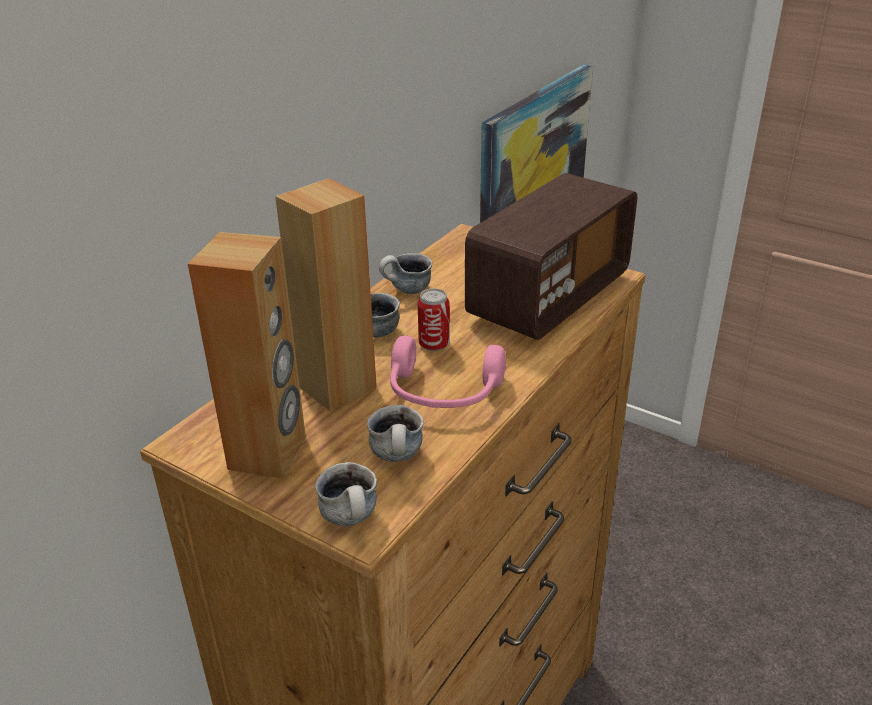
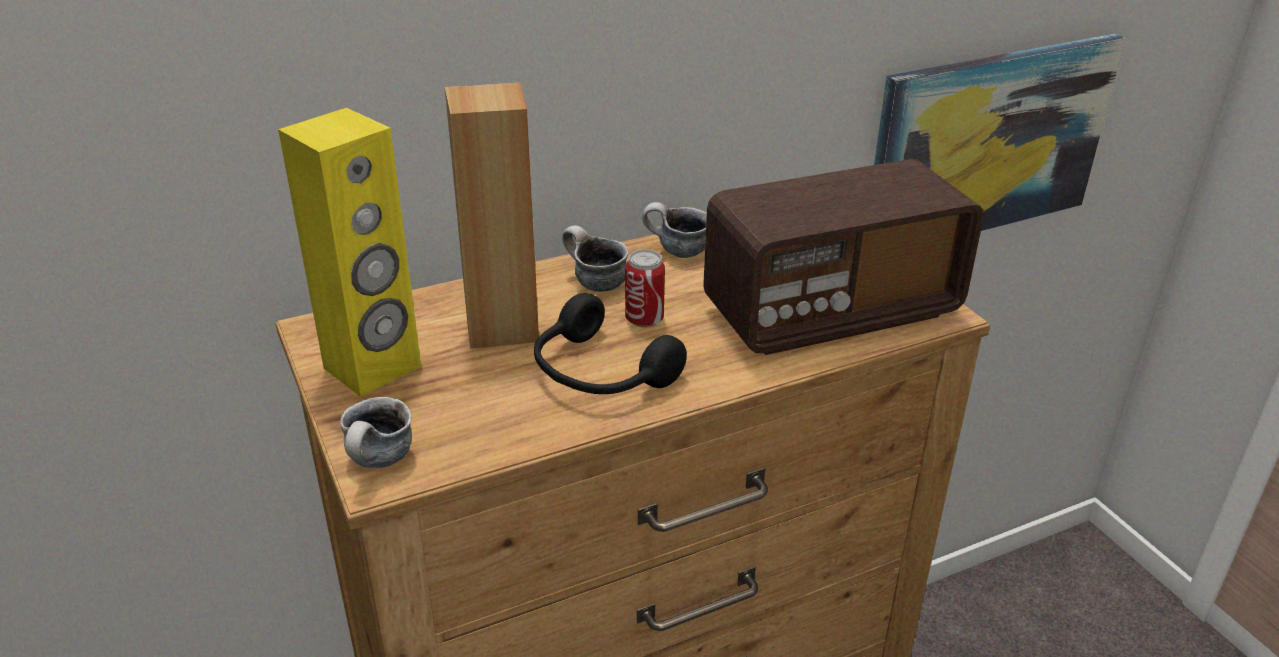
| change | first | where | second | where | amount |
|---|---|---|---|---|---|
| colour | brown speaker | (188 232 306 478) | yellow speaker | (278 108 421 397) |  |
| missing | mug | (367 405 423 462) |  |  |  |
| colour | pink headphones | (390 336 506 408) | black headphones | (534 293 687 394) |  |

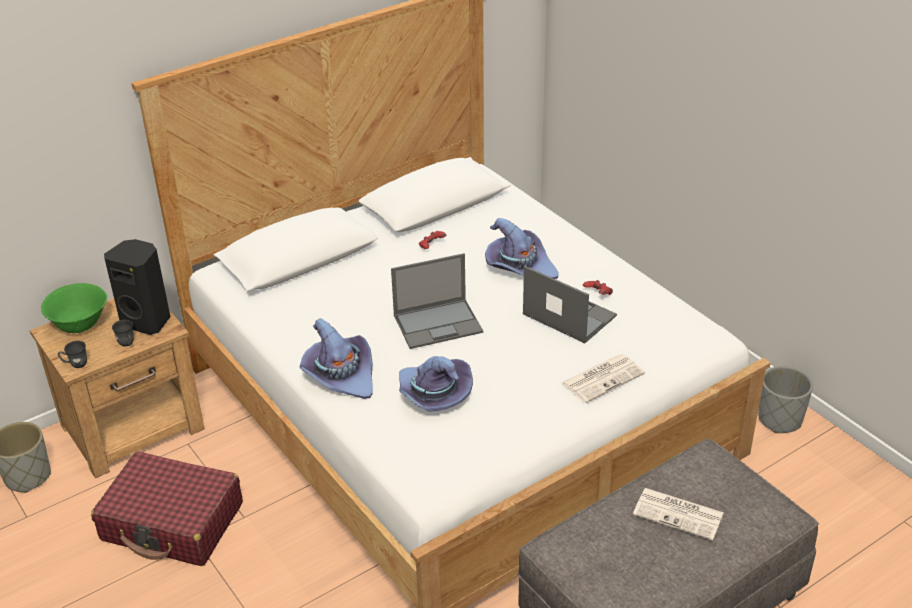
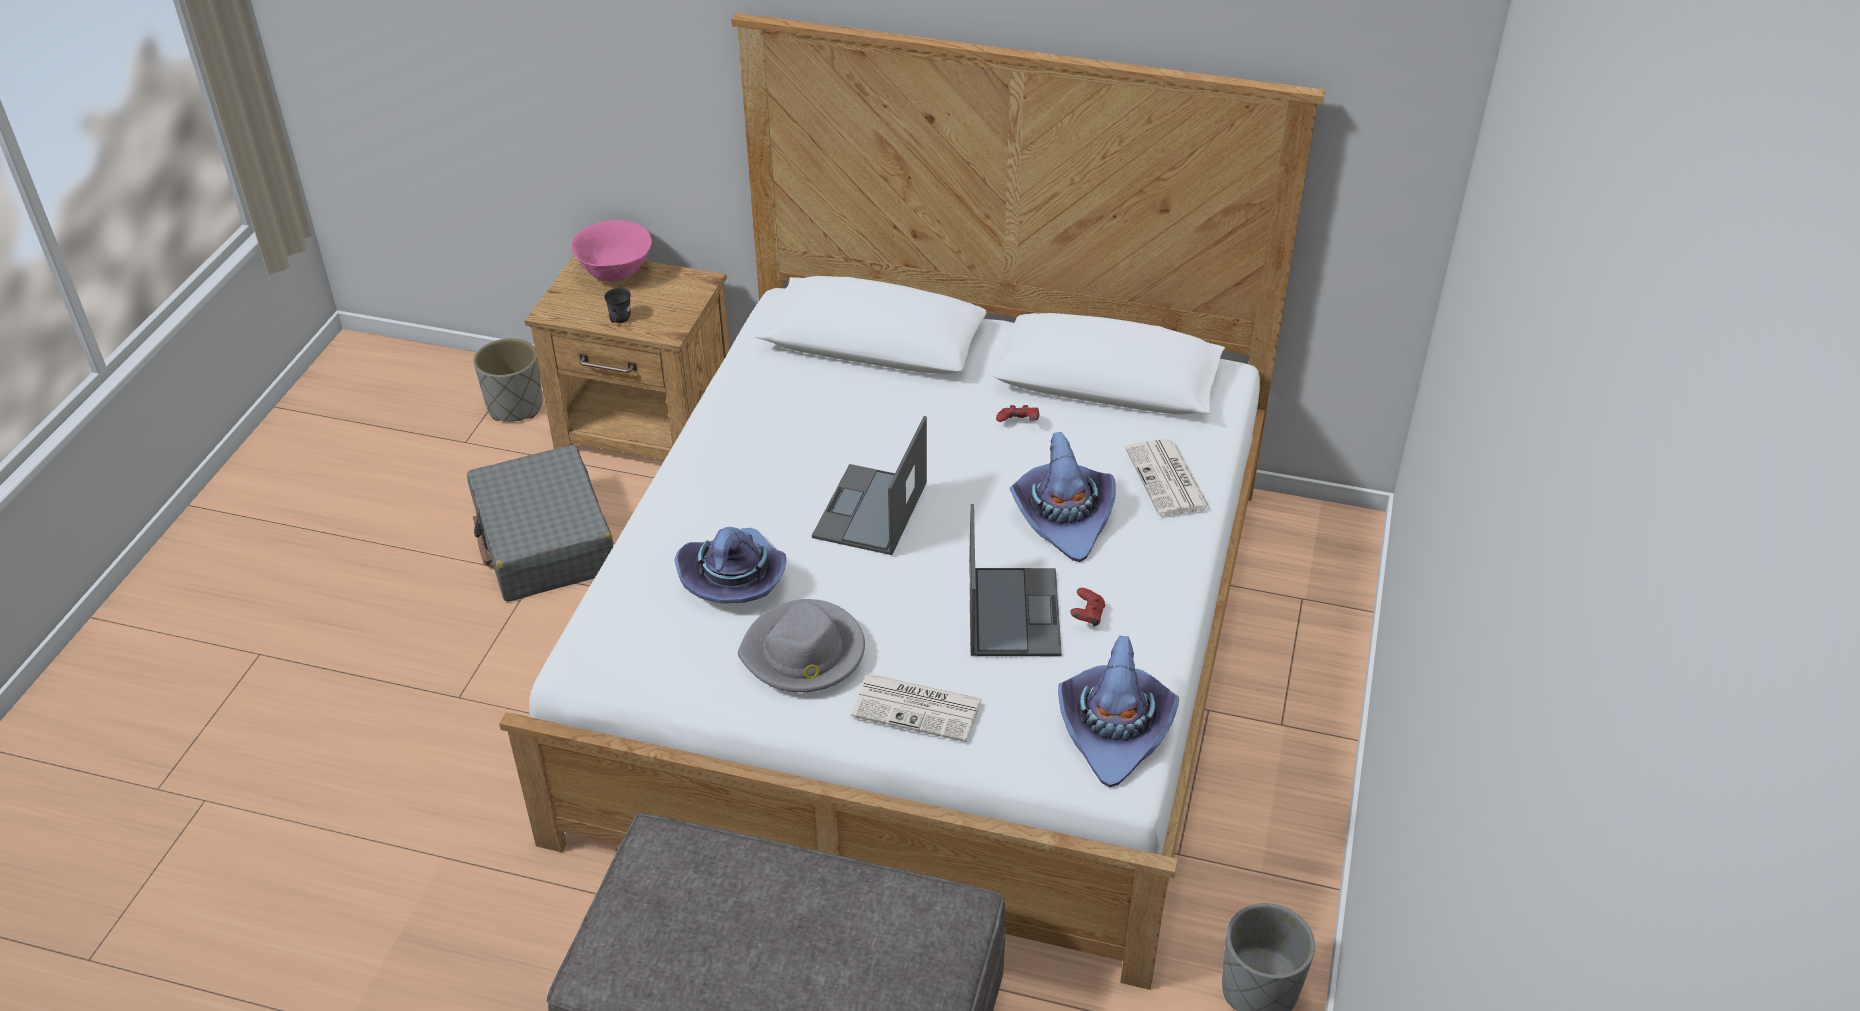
| change | first | where | second | where | amount |
|---|---|---|---|---|---|
| colour | green bowl | (41 283 107 333) | pink bowl | (571 220 652 282) |  |
| missing | grey mug | (58 341 87 368) |  |  |  |
| colour | red suitcase | (91 451 243 566) | grey suitcase | (467 445 614 602) |  |
| missing | black speaker | (104 239 171 335) |  |  |  |
| relocated | purple hat | (300 318 373 399) |  | (1058 636 1179 787) |  |
| spun | laptop | (391 253 483 349) |  | (812 416 927 555) | 75 degrees clockwise |
| relocated | newspaper | (633 488 724 540) |  | (1125 439 1211 516) |  |
| appeared |  |  | grey hat | (738 599 865 692) |  |

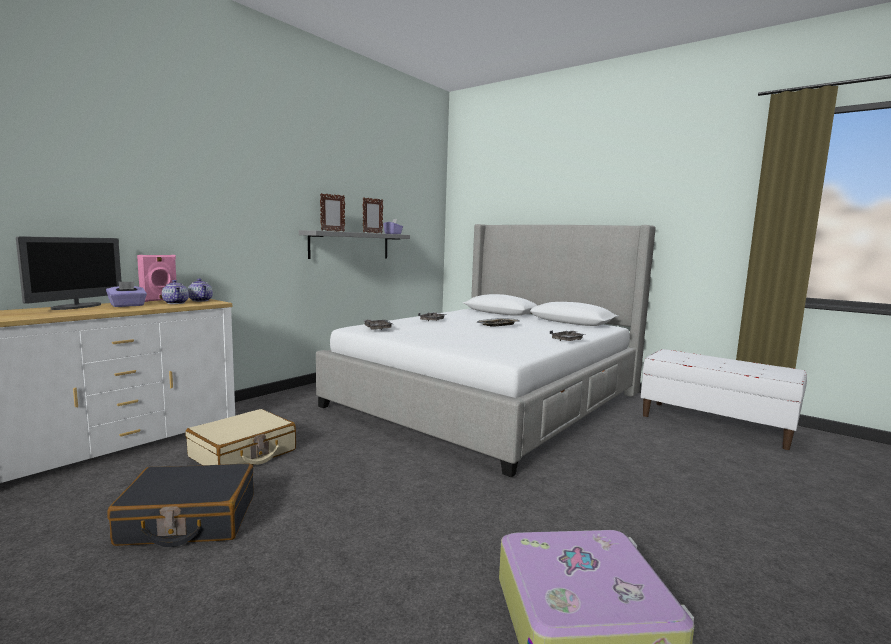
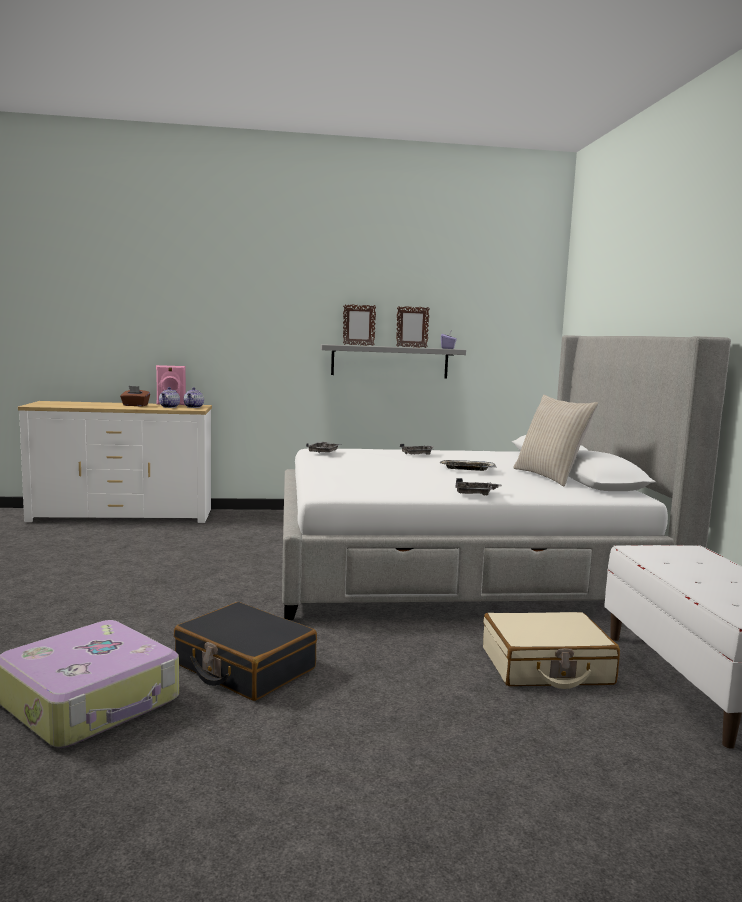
| change | first | where | second | where | amount |
|---|---|---|---|---|---|
| missing | monitor | (16 236 122 310) |  |  |  |
| colour | purple tissue box | (106 281 147 307) | brown tissue box | (120 386 150 406) |  |
| relocated | black suitcase | (107 463 254 547) |  | (174 602 317 701) |  |
| relocated | beige suitcase | (186 409 296 465) |  | (483 612 620 689) |  |
| appeared |  |  | beige pillow | (513 395 598 487) |  |

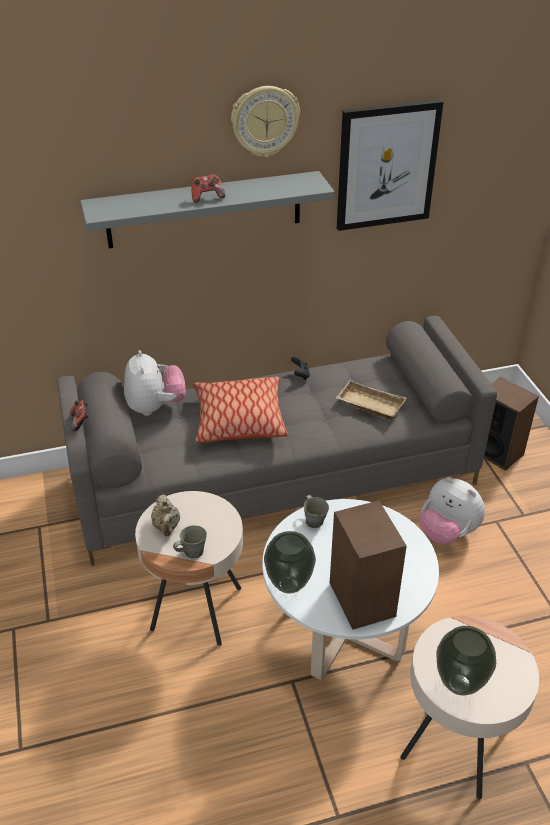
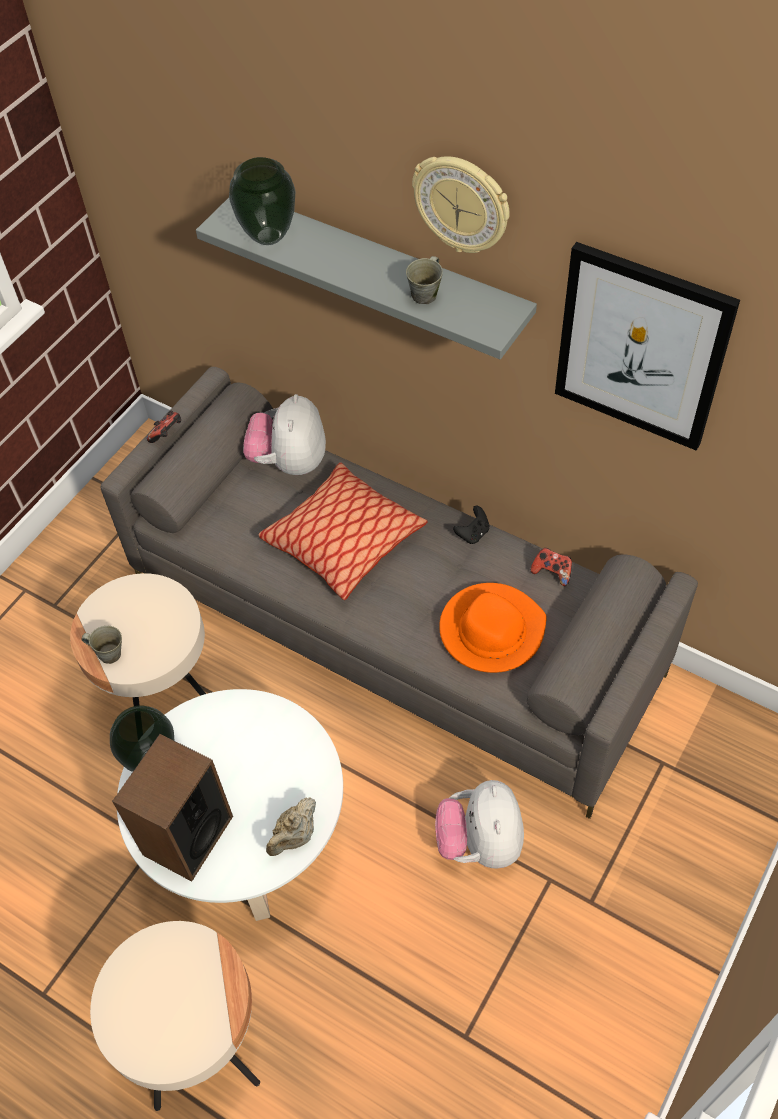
| change | first | where | second | where | amount |
|---|---|---|---|---|---|
| spun | plush toy | (124 350 186 416) |  | (243 394 326 475) | 150 degrees clockwise |
| relocated | beige teapot | (151 494 180 536) |  | (266 797 316 856) |  |
| relocated | game controller | (191 174 225 203) |  | (531 548 572 586) |  |
| relocated | grey mug | (304 495 329 528) |  | (406 256 443 304) |  |
| exchanged | beige tray | (336 380 406 420) | orange hat | (439 583 547 673) |  |
| relocated | vase | (437 626 496 695) |  | (229 157 295 245) |  |
| missing | speaker | (484 377 539 471) |  |  |  |

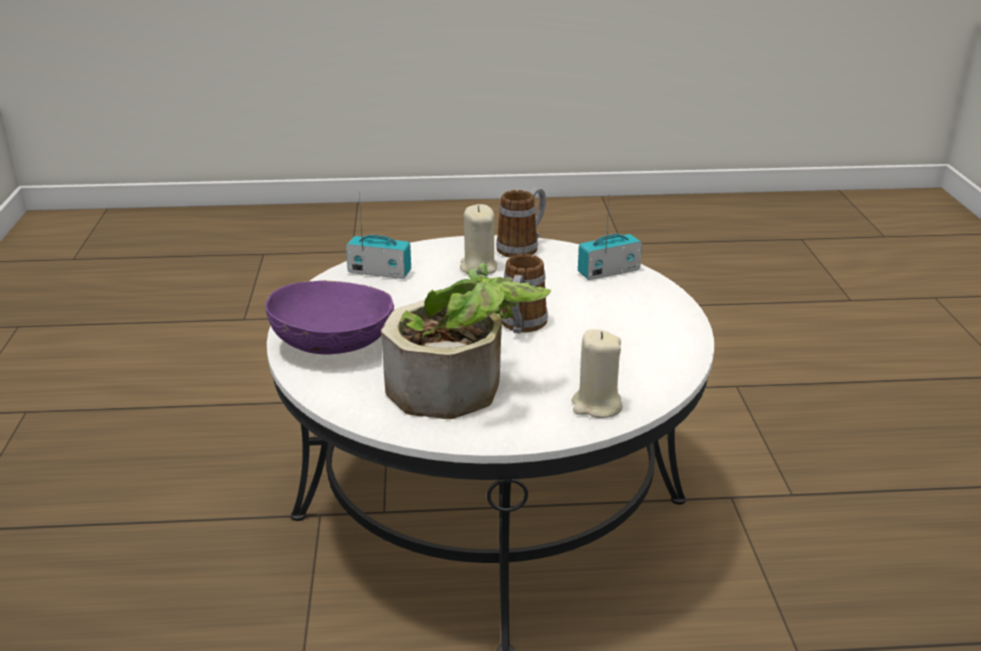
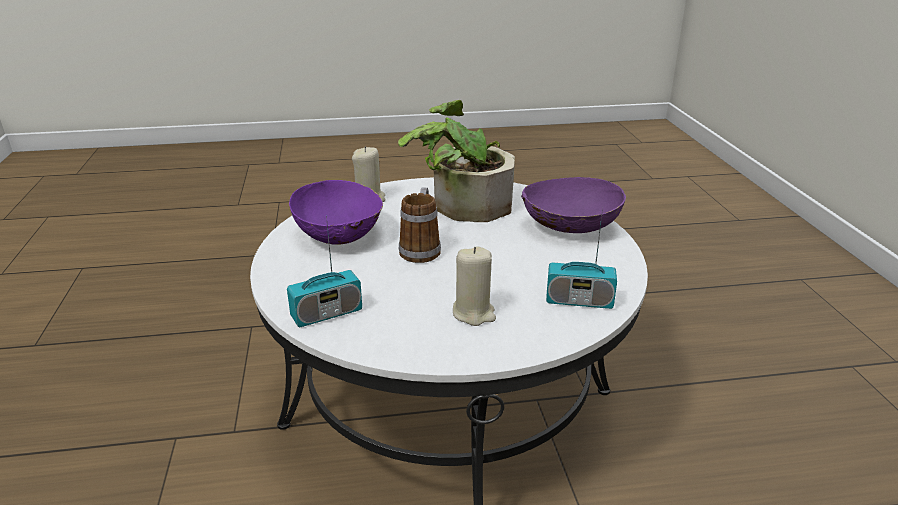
| change | first | where | second | where | amount |
|---|---|---|---|---|---|
| missing | mug | (496 188 546 258) |  |  |  |
| appeared |  |  | purple bowl | (289 180 383 245) |  |

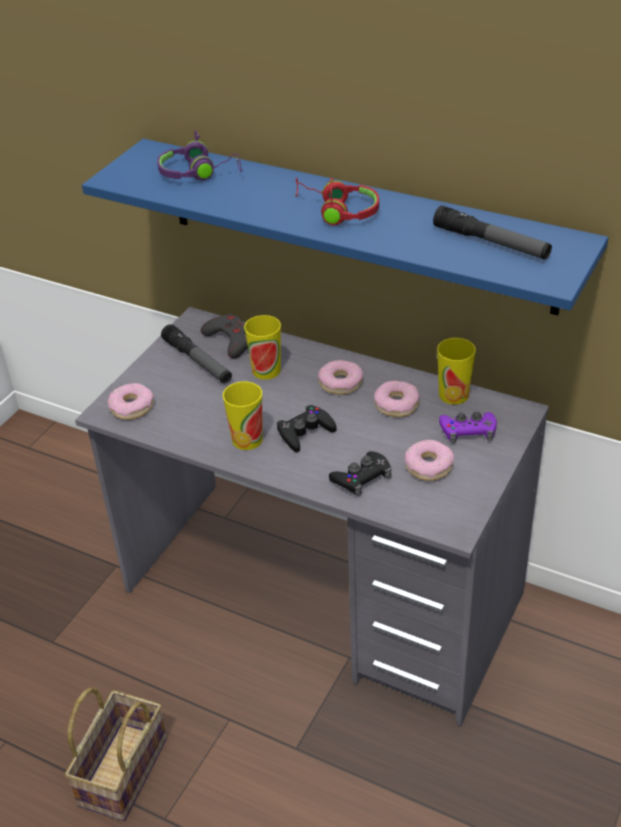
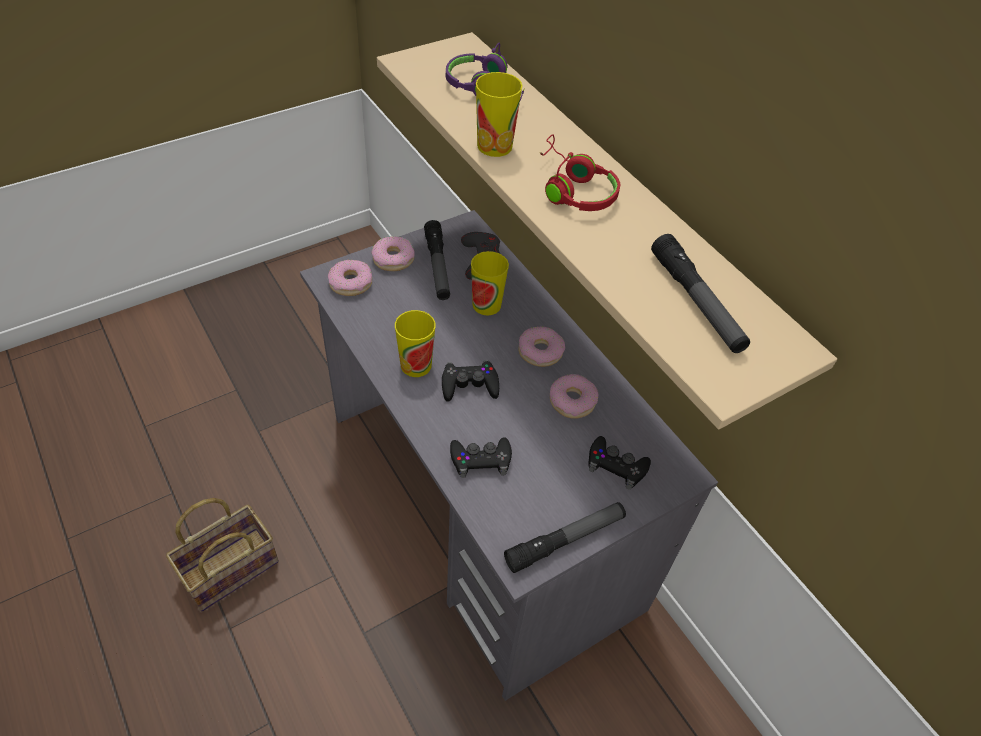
| change | first | where | second | where | amount |
|---|---|---|---|---|---|
| colour | blue shelf | (82 139 608 315) | beige shelf | (377 32 837 429) |  |
| relocated | donut | (405 440 454 481) |  | (371 236 414 271) |  |
| relocated | cup | (437 338 476 404) |  | (476 72 523 157) |  |
| colour | purple game controller | (439 412 497 444) | black game controller | (588 436 651 490) |  |
| appeared |  |  | flashlight | (504 502 626 573) |  |

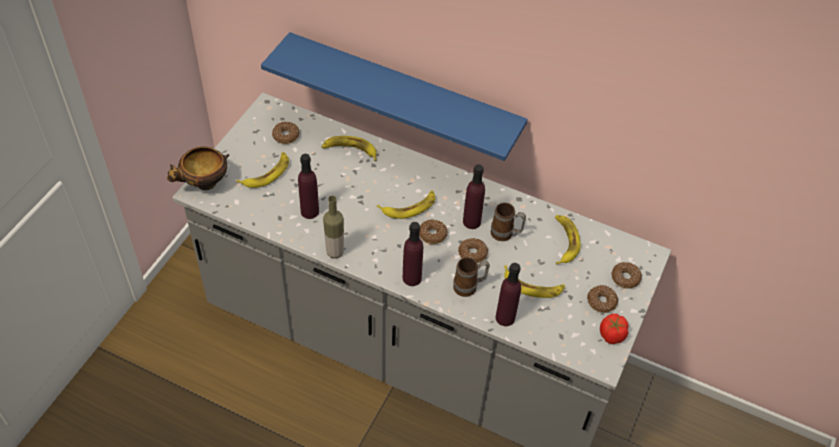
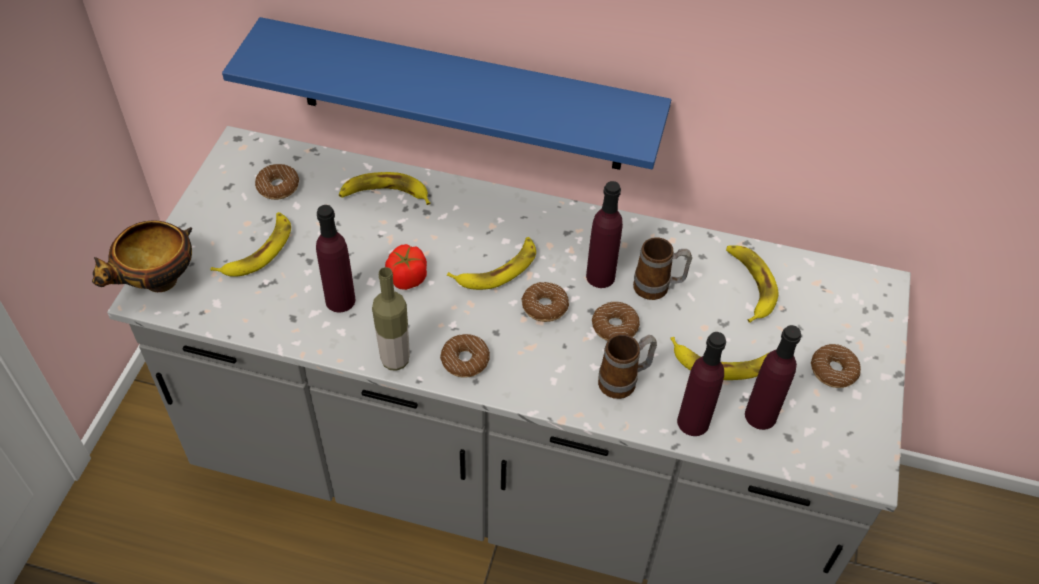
| change | first | where | second | where | amount |
|---|---|---|---|---|---|
| relocated | purple bottle | (403 222 423 286) |  | (745 325 801 430) |  |
| relocated | tomato | (600 314 629 344) |  | (385 244 427 290) |  |
| relocated | donut | (611 262 642 289) |  | (440 334 490 378) |  |

